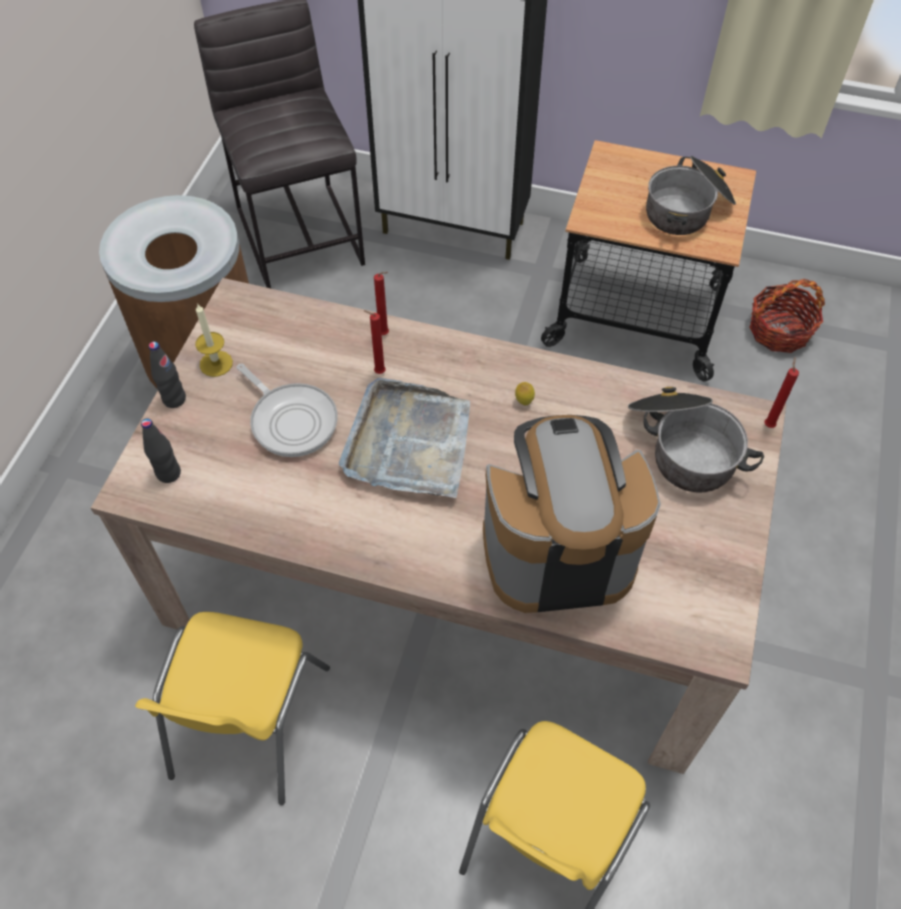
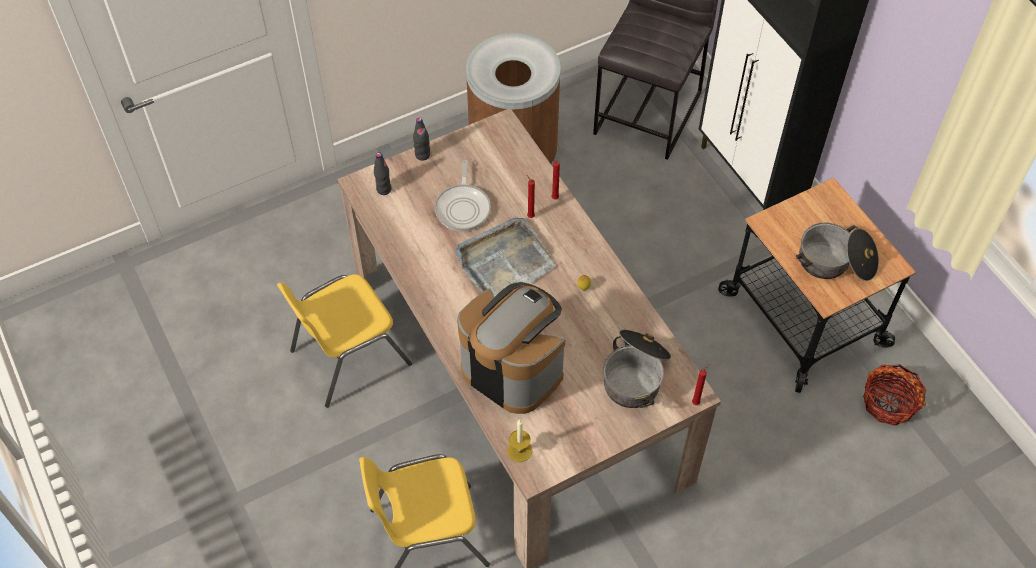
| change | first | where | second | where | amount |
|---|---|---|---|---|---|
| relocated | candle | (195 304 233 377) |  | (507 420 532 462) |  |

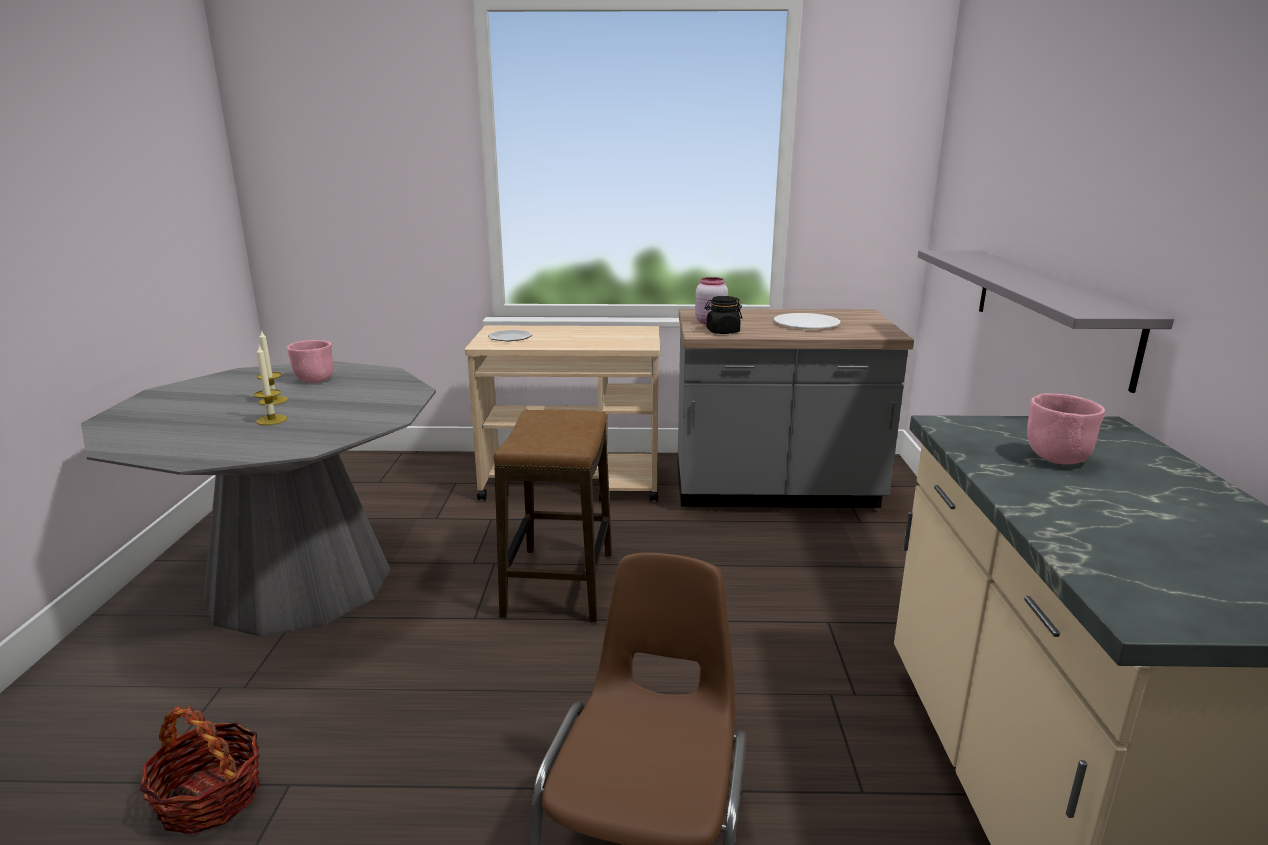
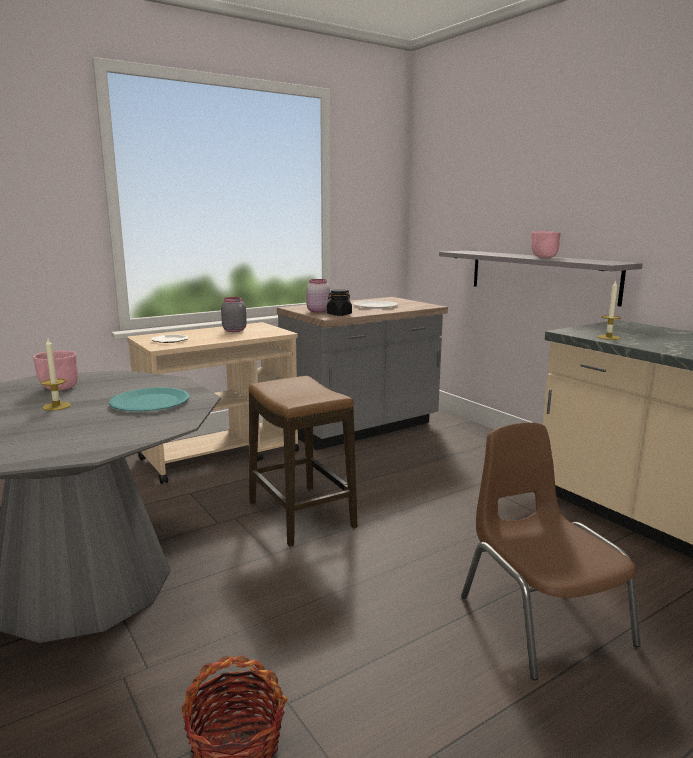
| change | first | where | second | where | amount |
|---|---|---|---|---|---|
| relocated | candle | (254 346 288 425) |  | (597 281 621 340) |  |
| relocated | pink bowl | (1027 394 1105 465) |  | (531 231 561 258) |  |
| appeared |  |  | turquoise plate | (109 387 190 411) |  |
| appeared |  |  | grey jar | (221 297 247 332) |  |

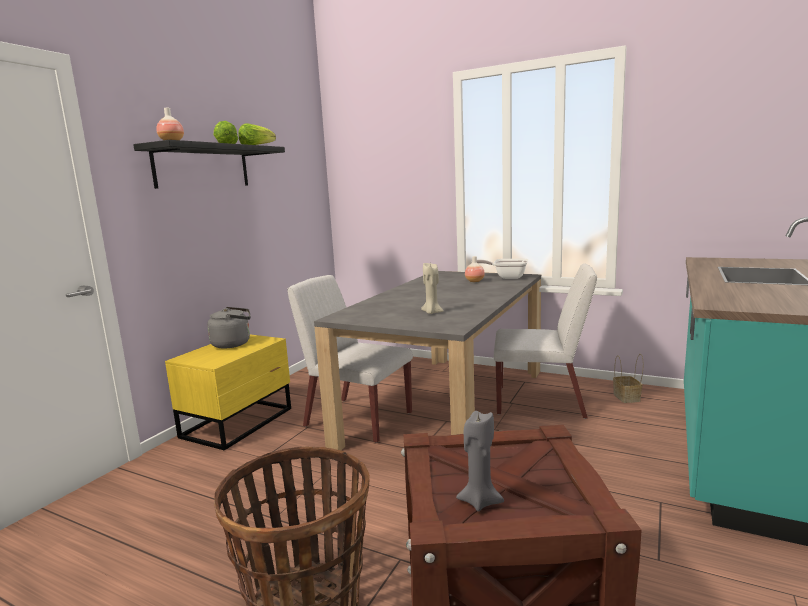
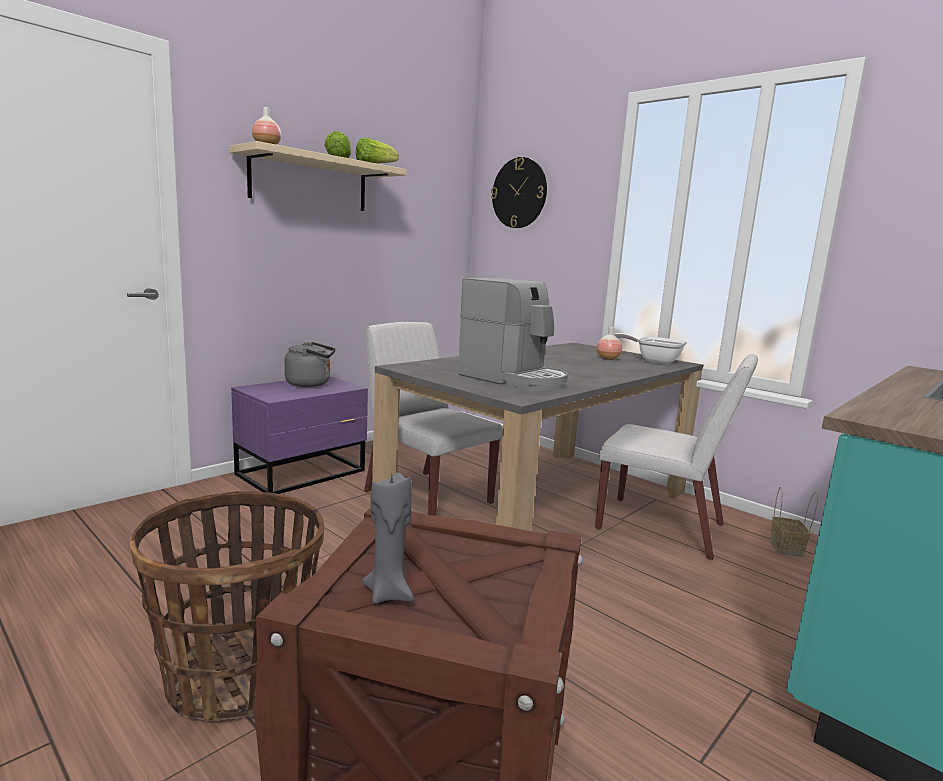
| change | first | where | second | where | amount |
|---|---|---|---|---|---|
| colour | black shelf | (133 140 285 189) | beige shelf | (229 141 407 211) |  |
| colour | yellow nightstand | (165 334 291 451) | purple nightstand | (231 376 368 494) |  |
| exchanged | beige candle | (421 263 444 314) | coffee machine | (458 278 568 391) |  |
| appeared |  |  | wall clock | (491 157 547 228) |  |

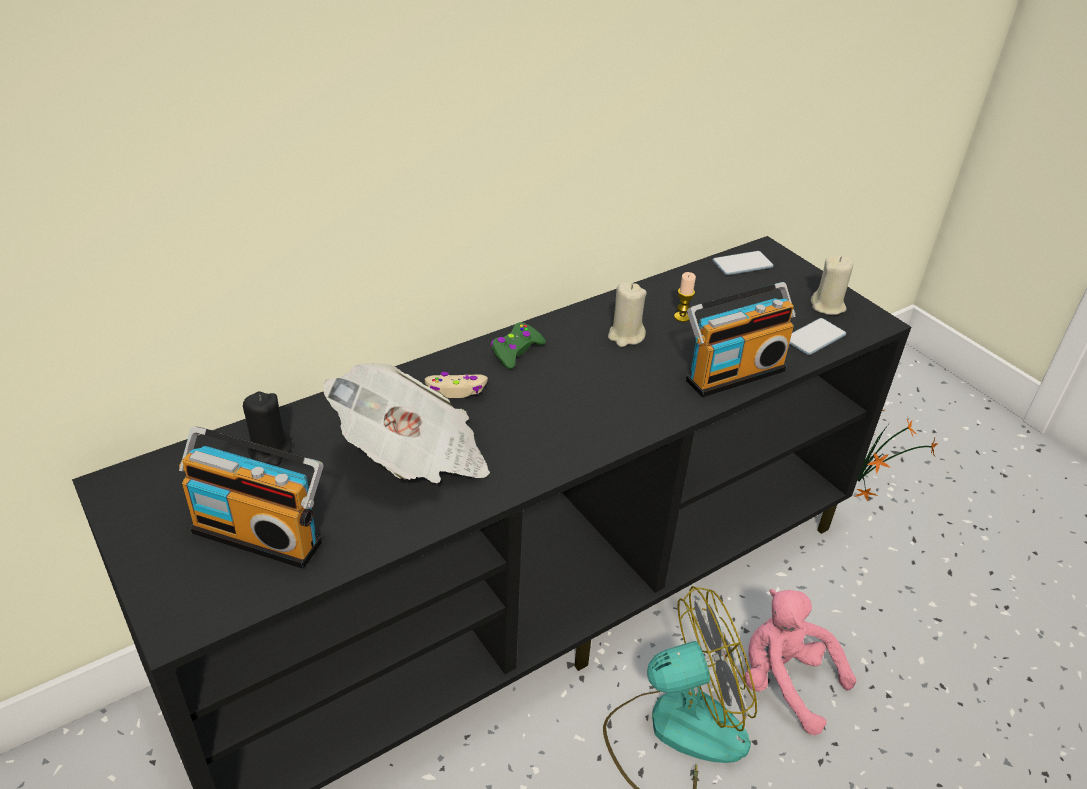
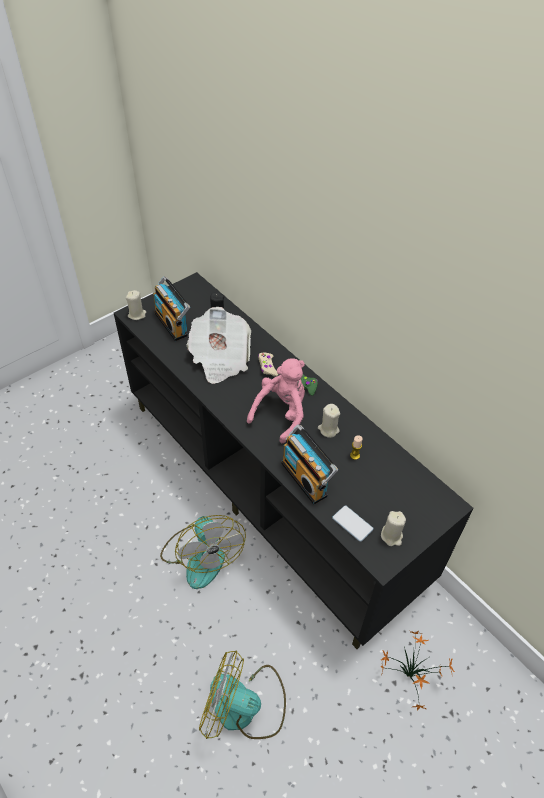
| change | first | where | second | where | amount |
|---|---|---|---|---|---|
| spun | radio | (179 426 324 569) |  | (153 276 190 341) | 45 degrees counterclockwise |
| missing | phone | (712 251 774 275) |  |  |  |
| relocated | pink plush toy | (745 589 857 735) |  | (247 358 305 443) |  |
| appeared |  |  | beige candle | (126 290 146 320) |  |
| appeared |  |  | fan | (199 651 286 739) |  |

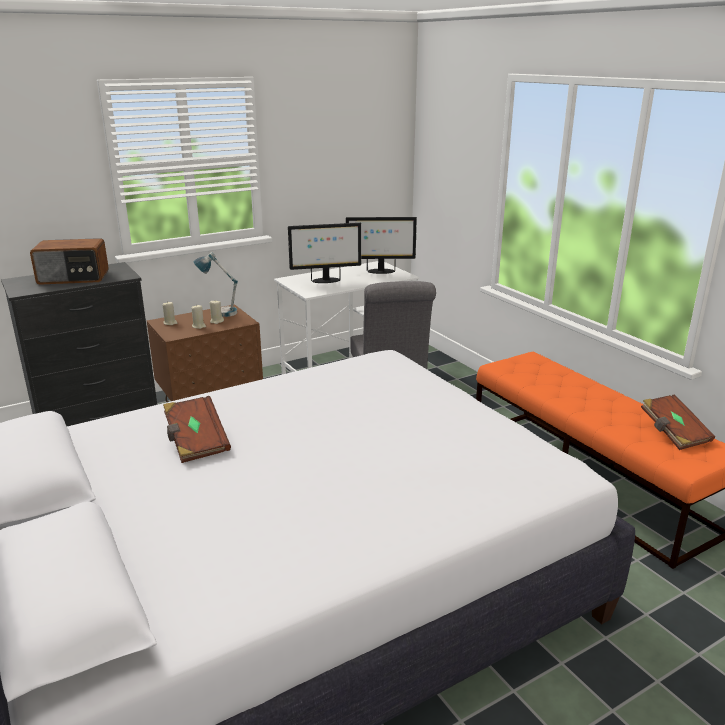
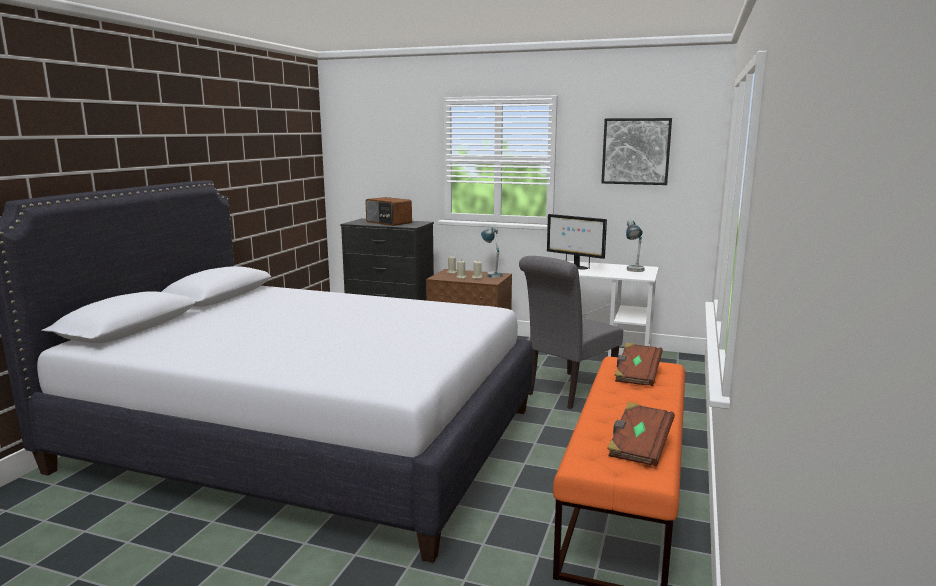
| change | first | where | second | where | amount |
|---|---|---|---|---|---|
| relocated | brown book | (163 396 231 463) |  | (615 342 663 386) |  |
| exchanged | monitor | (346 217 417 274) | table lamp | (626 220 645 272) |  |
| appeared |  |  | picture | (601 118 672 185) |  |

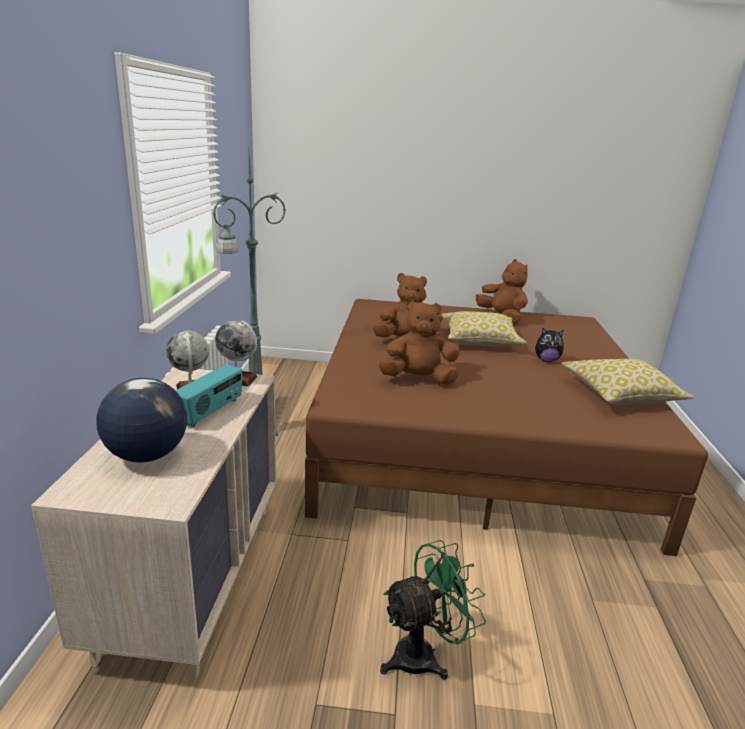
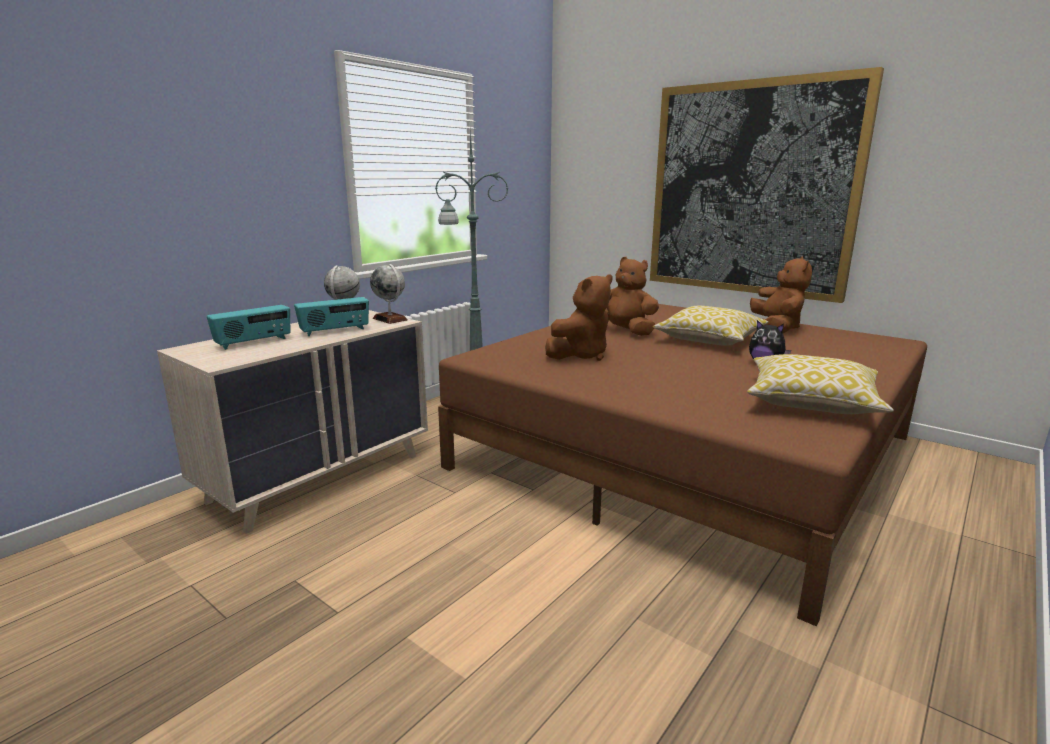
| change | first | where | second | where | amount |
|---|---|---|---|---|---|
| exchanged | globe | (96 378 187 463) | radio | (207 305 290 350) |  |
| spun | brown plush toy | (378 300 460 385) |  | (545 274 612 361) | 105 degrees clockwise |
| missing | green fan | (380 540 486 680) |  |  |  |
| appeared |  |  | picture | (650 67 884 303) |  |

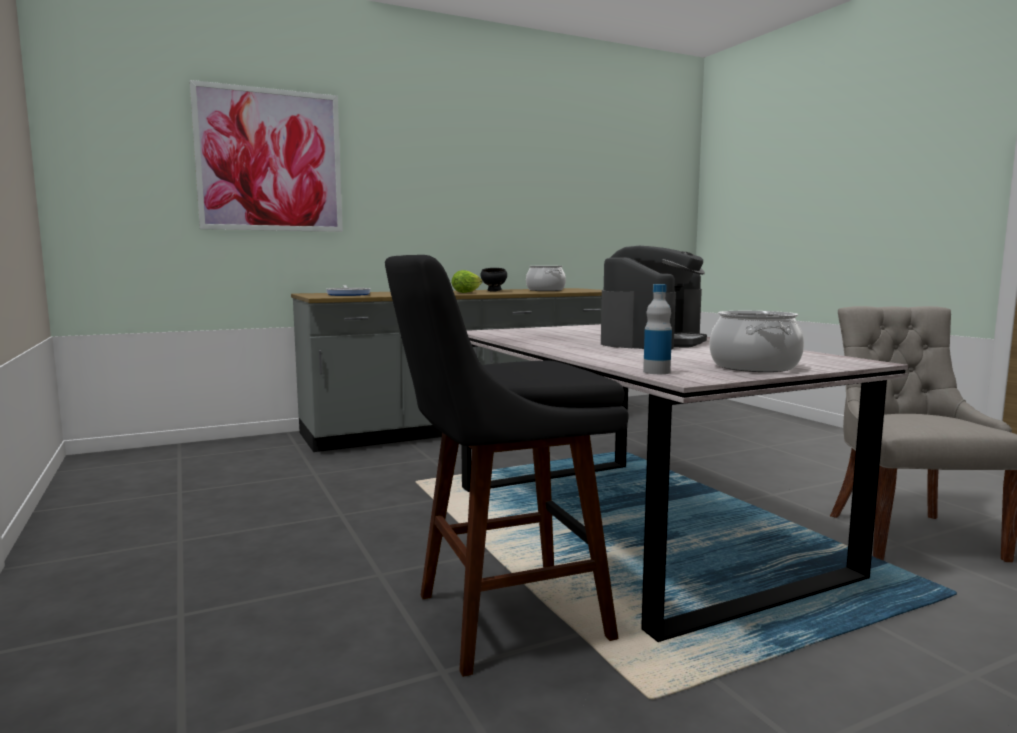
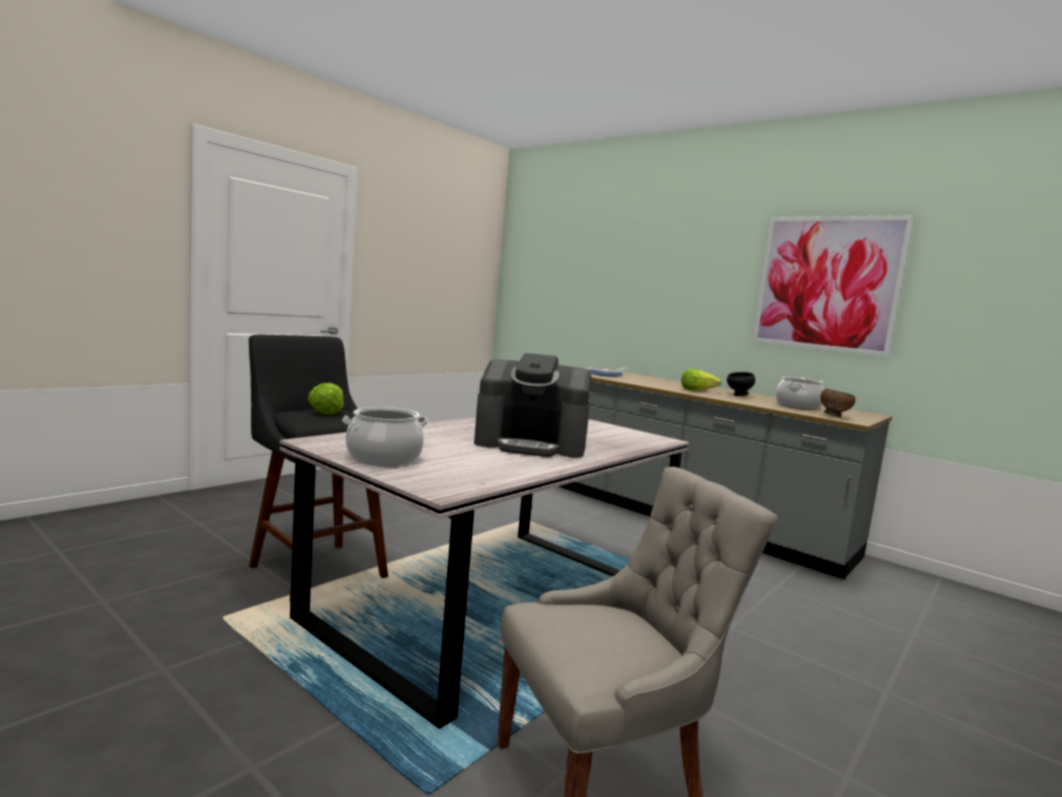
| change | first | where | second | where | amount |
|---|---|---|---|---|---|
| relocated | picture | (190 80 343 232) |  | (752 215 915 357) |  |
| missing | bottle | (643 284 672 374) |  |  |  |
| appeared |  |  | lettuce | (308 383 344 415) |  |
| appeared |  |  | brown bowl | (821 388 856 418) |  |

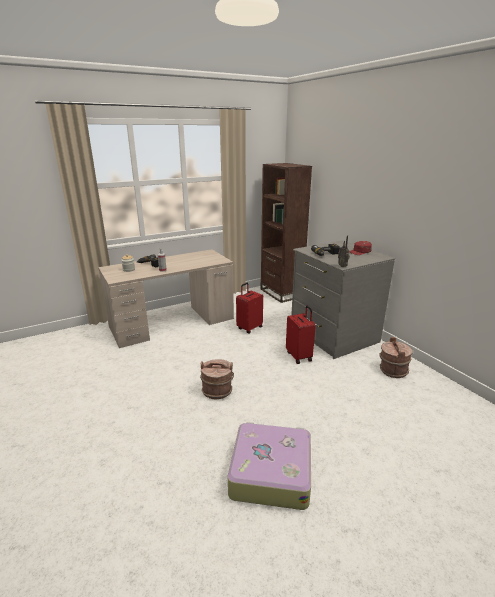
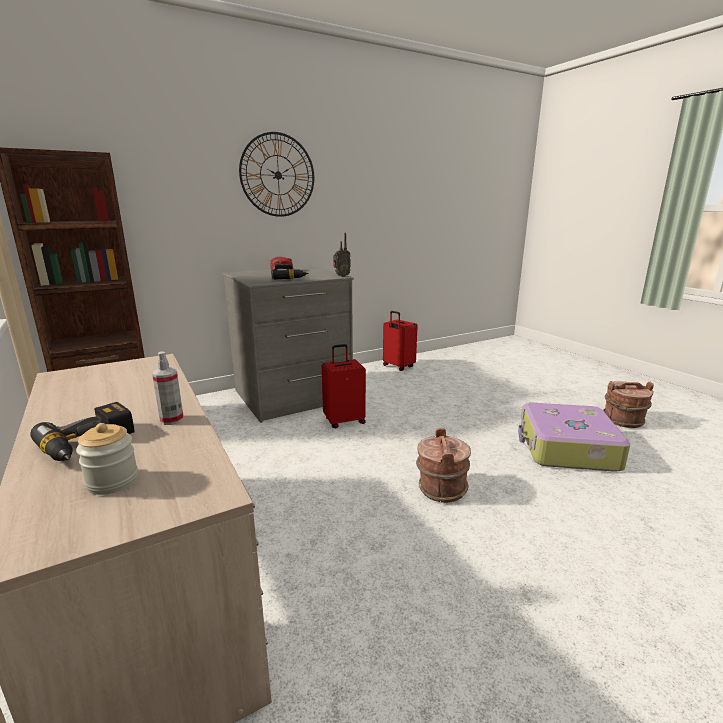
| change | first | where | second | where | amount |
|---|---|---|---|---|---|
| relocated | red suitcase | (236 283 263 334) |  | (383 311 418 371) |  |
| relocated | brown bucket | (379 337 413 378) |  | (603 381 654 428) |  |
| appeared |  |  | wall clock | (239 132 314 217) |  |

